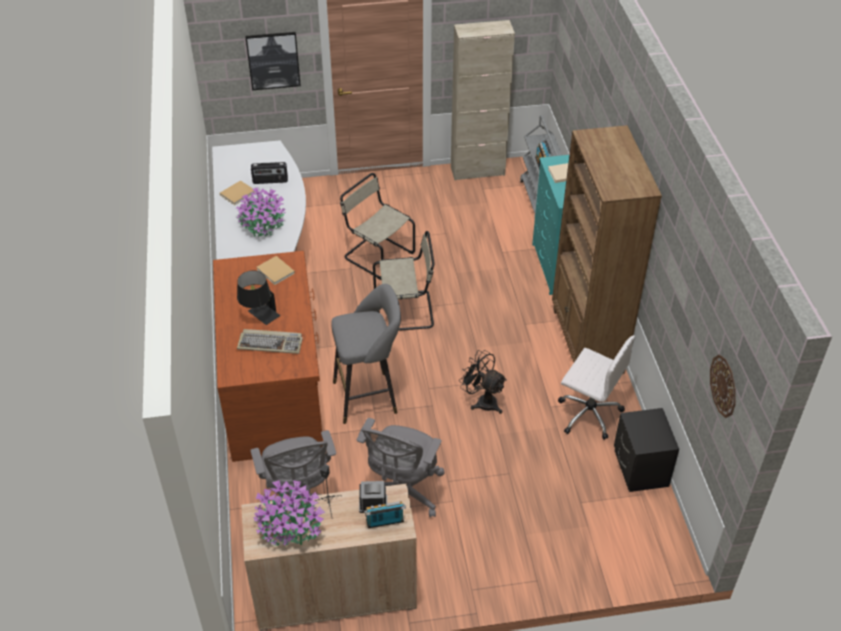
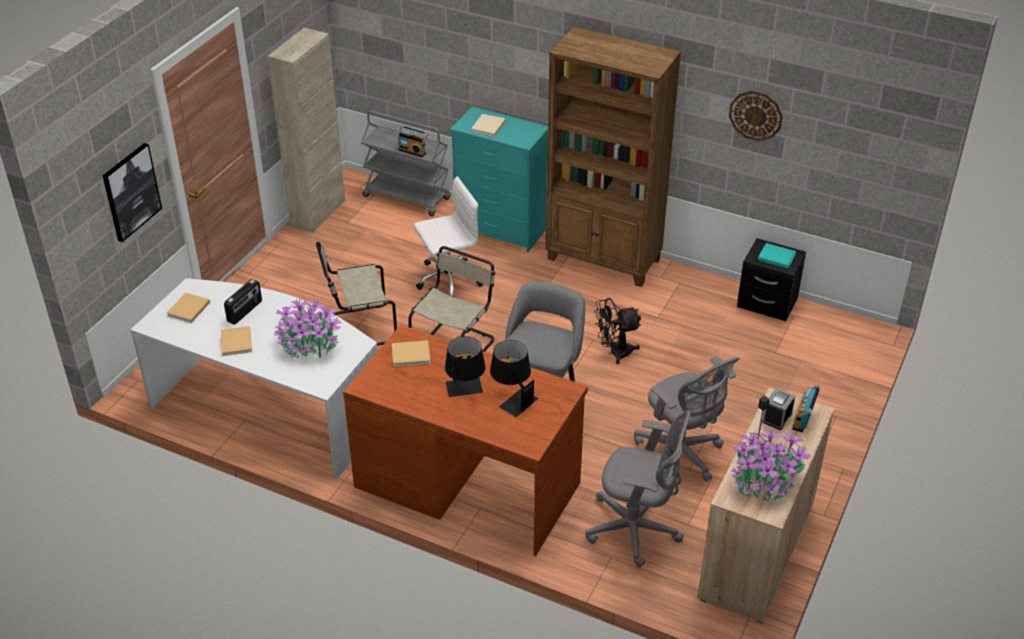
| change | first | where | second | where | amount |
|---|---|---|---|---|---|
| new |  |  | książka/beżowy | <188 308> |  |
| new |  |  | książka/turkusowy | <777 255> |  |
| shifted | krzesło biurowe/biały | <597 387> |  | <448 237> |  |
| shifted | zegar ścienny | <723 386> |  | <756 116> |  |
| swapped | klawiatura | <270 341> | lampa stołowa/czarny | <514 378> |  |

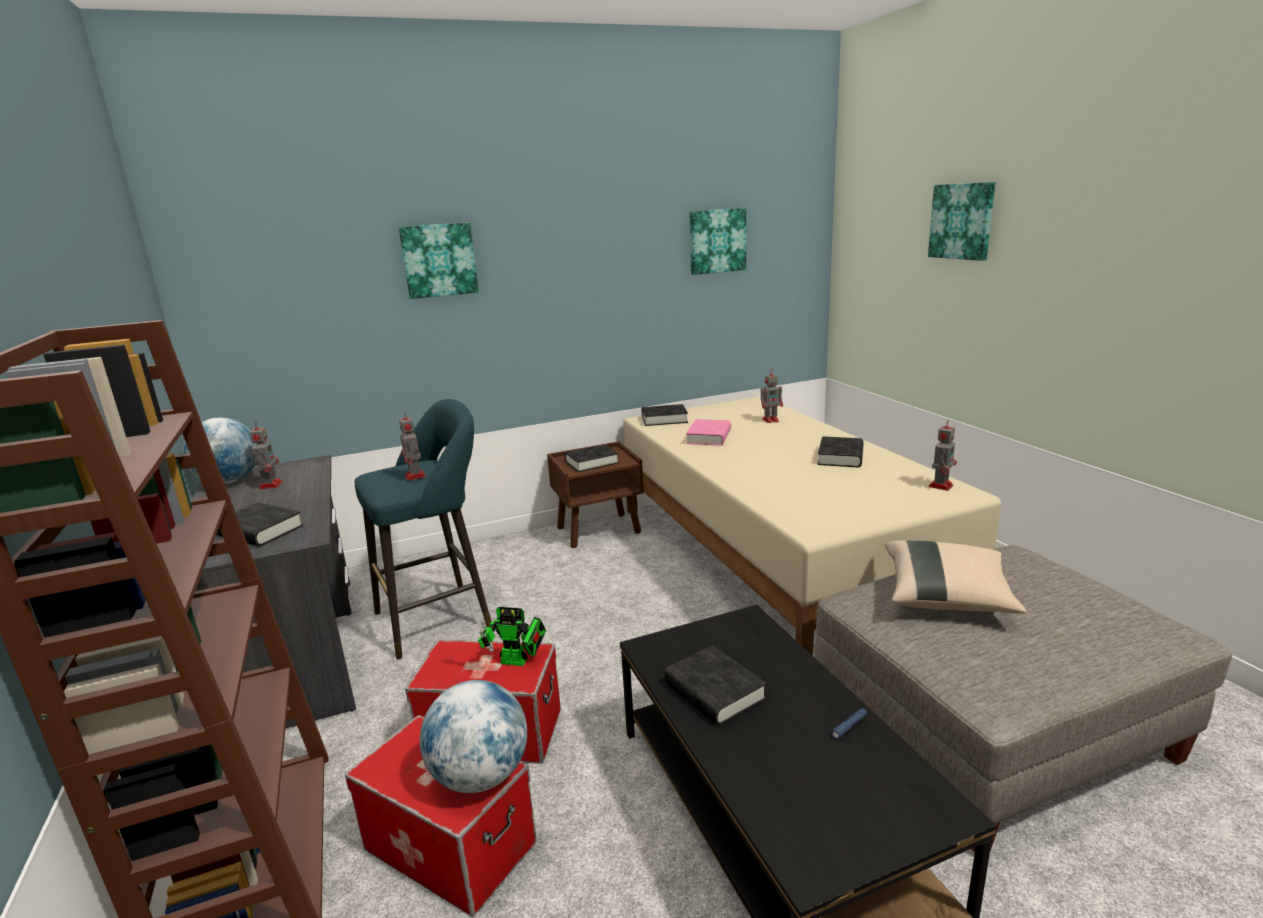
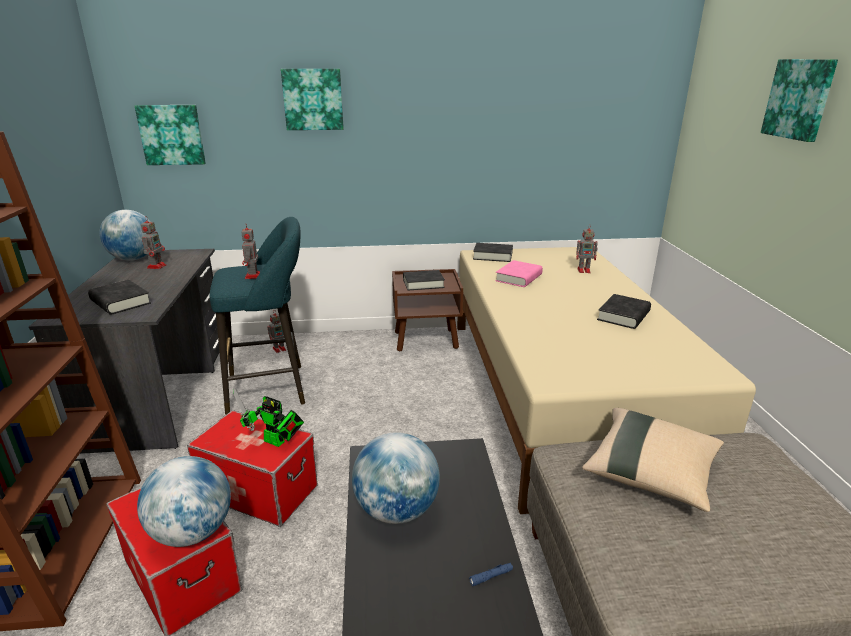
| change | first | where | second | where | amount |
|---|---|---|---|---|---|
| shifted | obraz | <718 241> |  | <170 135> |  |
| shifted | robot zabawkowy | <943 455> |  | <276 332> |  |
| swapped | książka/czarny | <715 685> | globus | <396 478> |  |

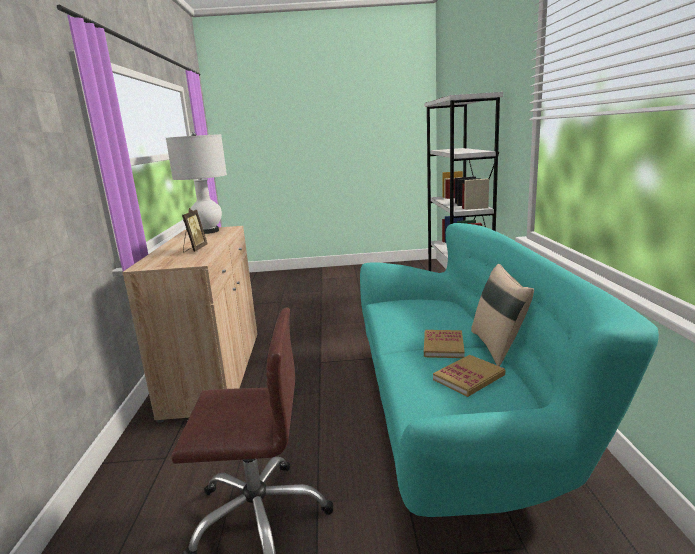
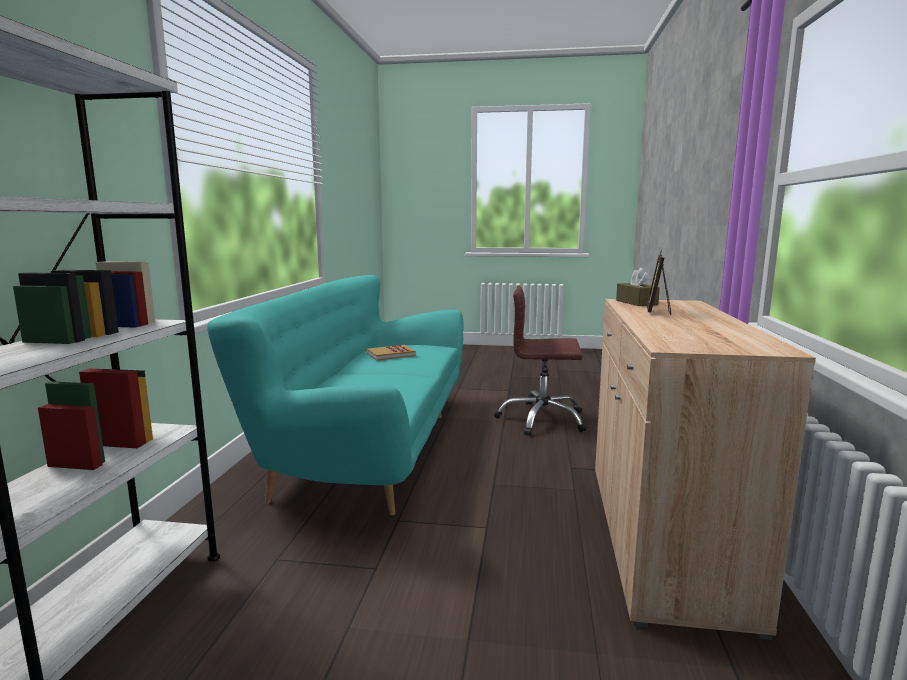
| change | first | where | second | where | amount |
|---|---|---|---|---|---|
| gone | lampa stołowa/biały | <196 183> |  |  |  |
| gone | książka | <444 344> |  |  |  |
| gone | poduszka/beżowy | <502 315> |  |  |  |
| new |  |  | pudełko chusteczek/brązowy | <638 287> |  |

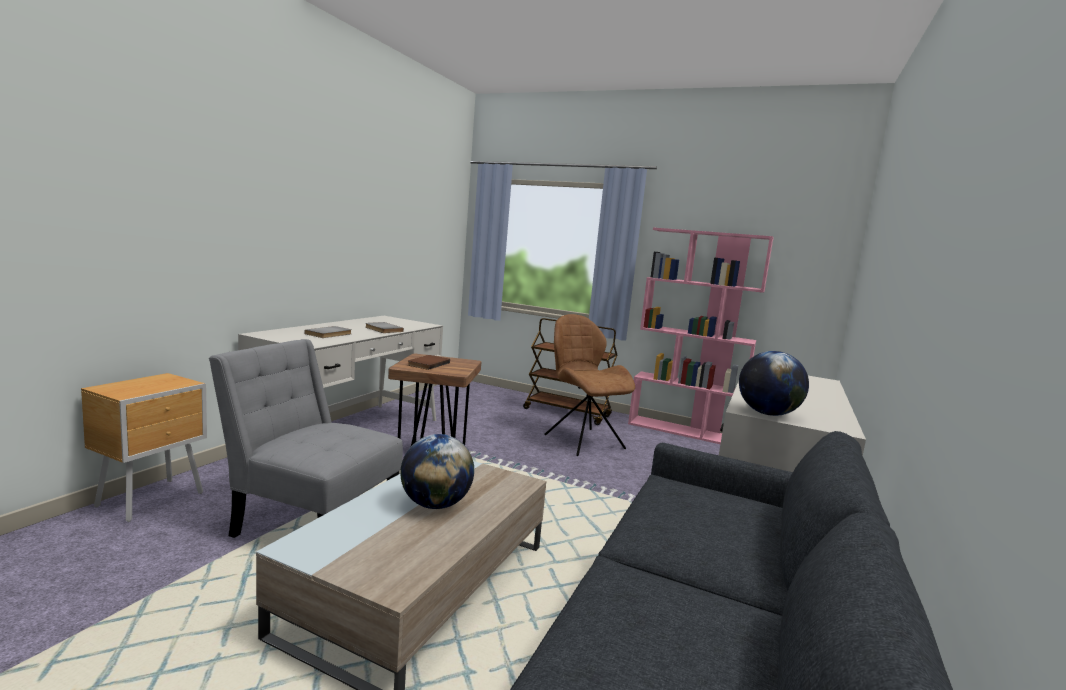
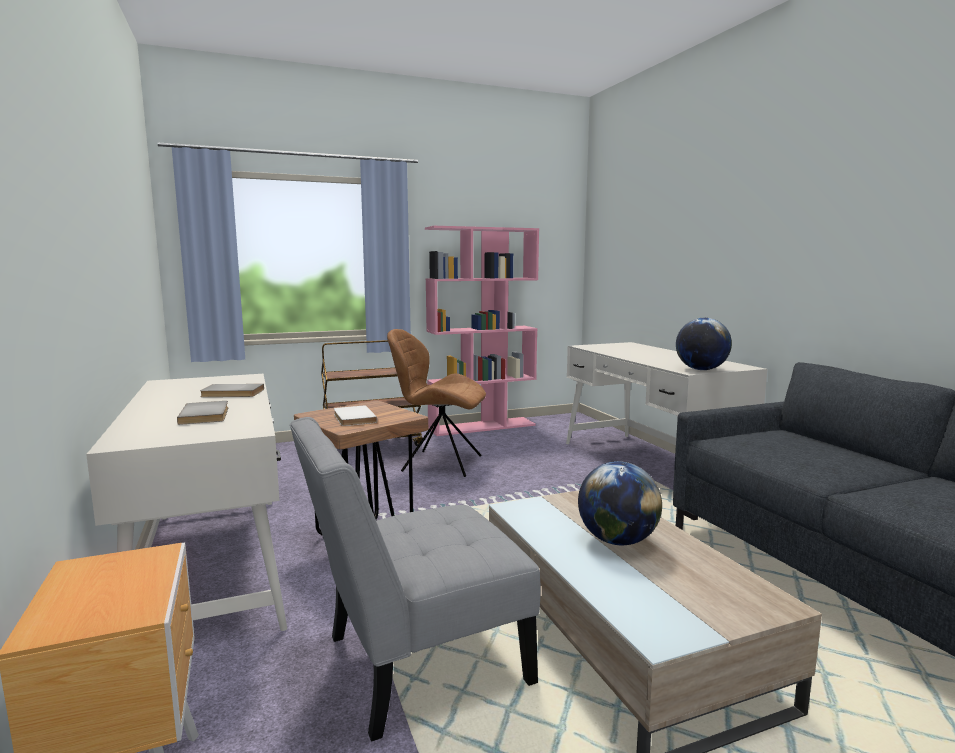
| change | first | where | second | where | amount |
|---|---|---|---|---|---|
| repainted | książka/brązowy | <429 362> | książka/biały | <355 415> |  |

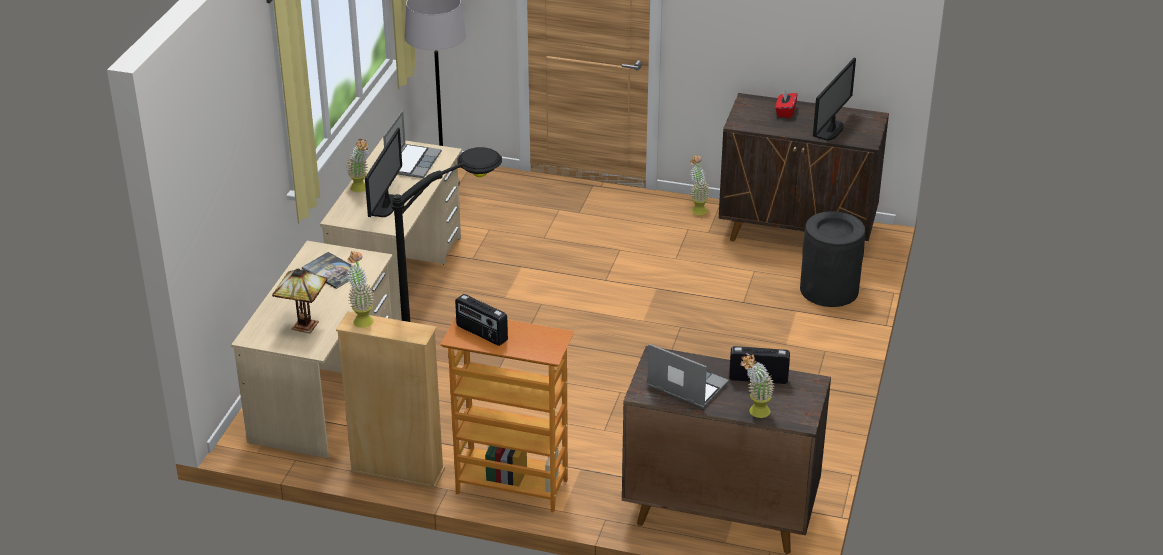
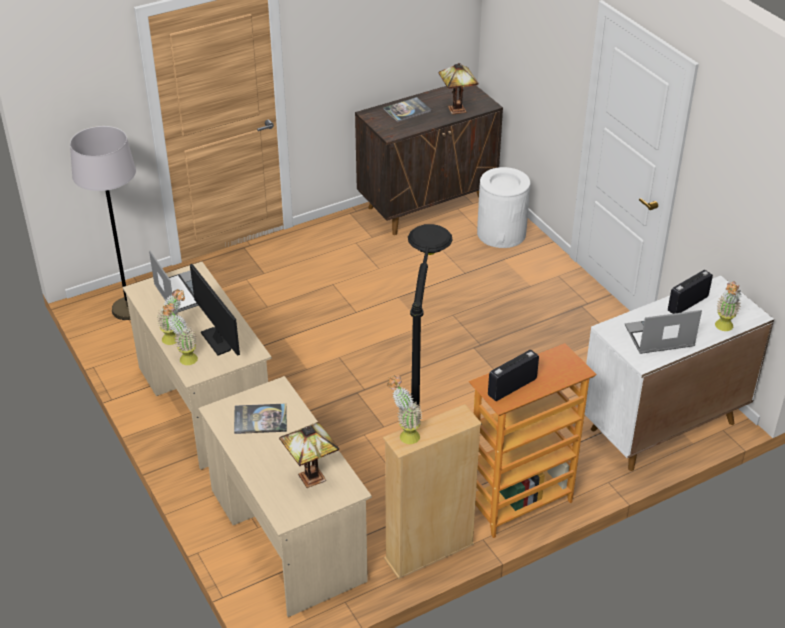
| change | first | where | second | where | amount |
|---|---|---|---|---|---|
| shifted | roślina doniczkowa | <700 185> |  | <180 334> |  |
| swapped | pudełko chusteczek/czerwony | <786 103> | książka | <407 109> |  |
| swapped | monitor | <834 99> | lampa stołowa | <458 89> |  |
| repainted | szafka/brązowy | <726 450> | szafka/biały | <679 373> |  |
| repainted | kosz na śmieci/czarny | <832 259> | kosz na śmieci/biały | <503 207> |  |
| rotated | radio | <481 320> |  | <513 375> | 150 degrees clockwise |

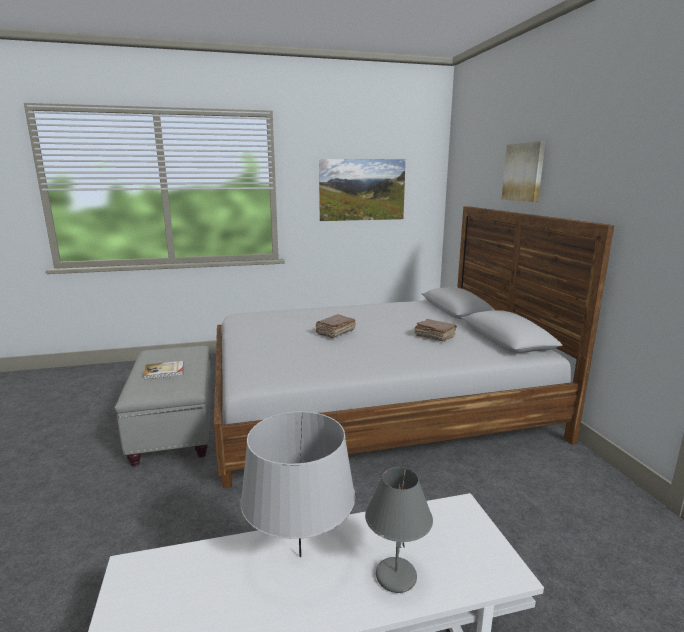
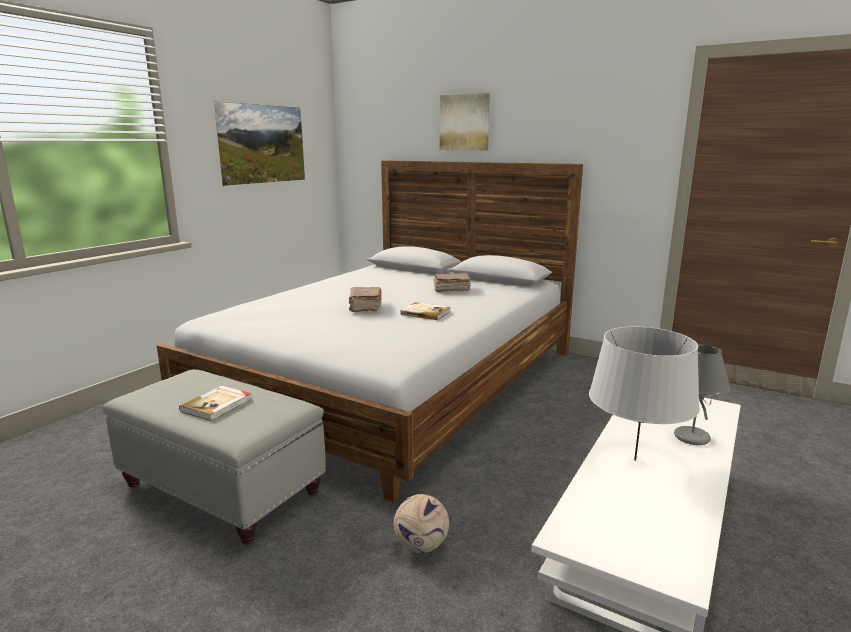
| change | first | where | second | where | amount |
|---|---|---|---|---|---|
| new |  |  | piłka futbolowa | <421 523> |  |
| new |  |  | książka | <425 311> |  |

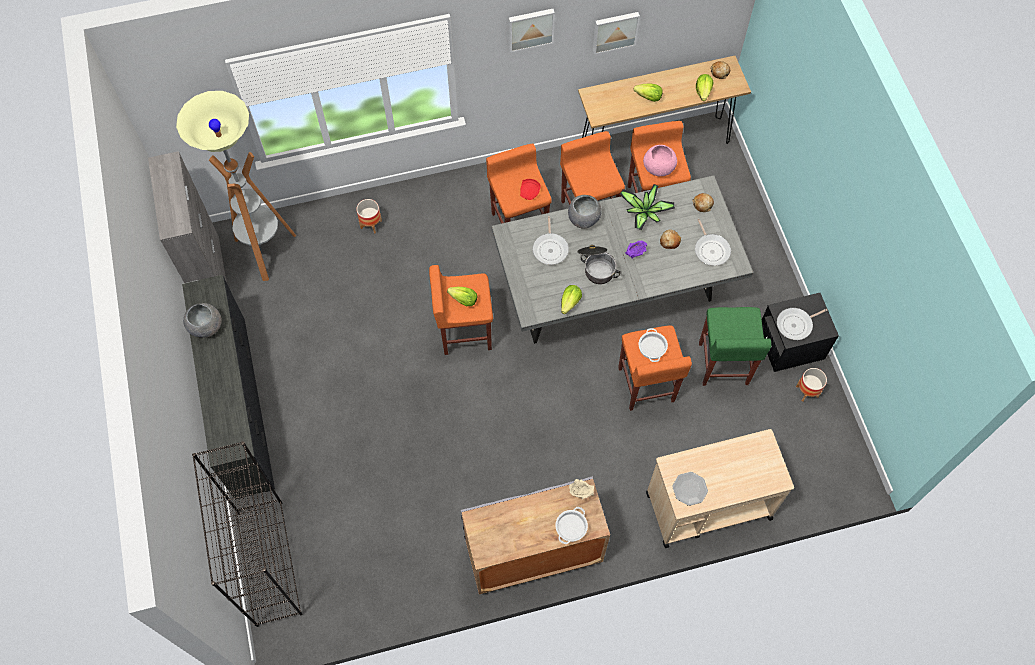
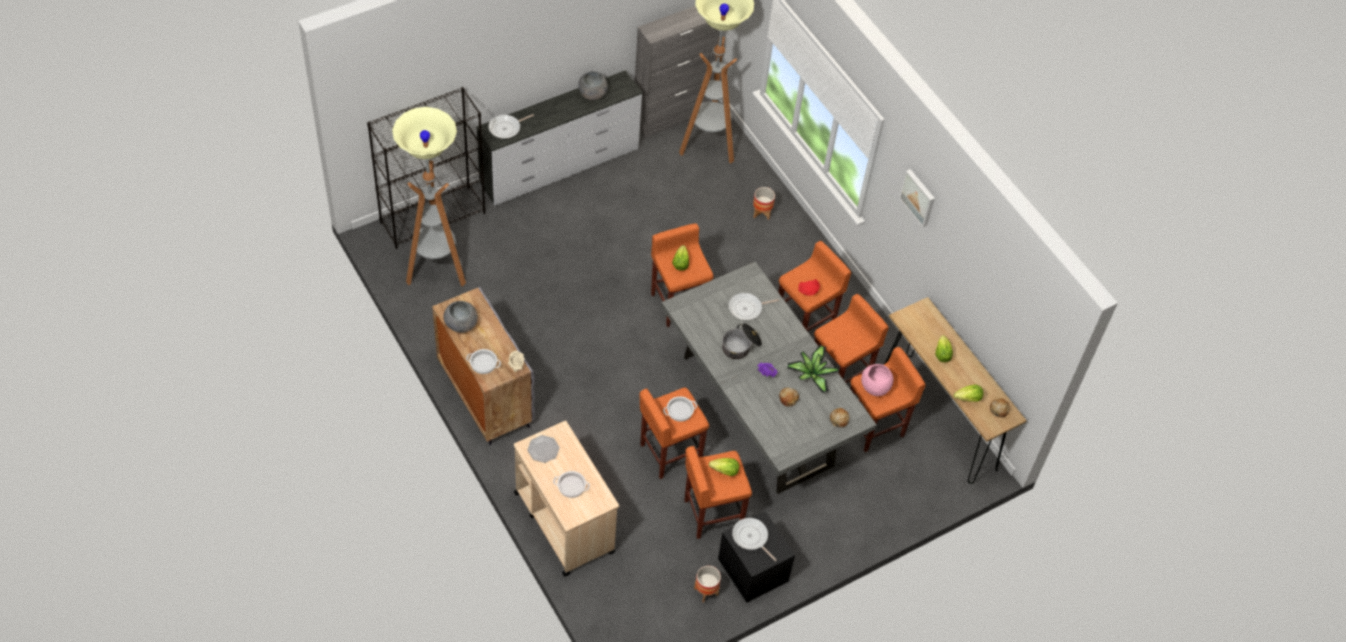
| change | first | where | second | where | amount |
|---|---|---|---|---|---|
| gone | obraz | <616 33> |  |  |  |
| new |  |  | lampa stojąca | <429 196> |  |
| new |  |  | garnek | <571 484> |  |
| shifted | sałata | <571 299> |  | <724 467> |  |
| shifted | miska/szary | <585 212> |  | <460 317> |  |
| shifted | patelnia | <713 242> |  | <511 126> |  |
| repainted | komoda/czarny | <228 387> | komoda/biały | <559 137> |  |
| repainted | stołek/zielony | <735 346> | stołek/pomarańczowy | <718 492> |  |

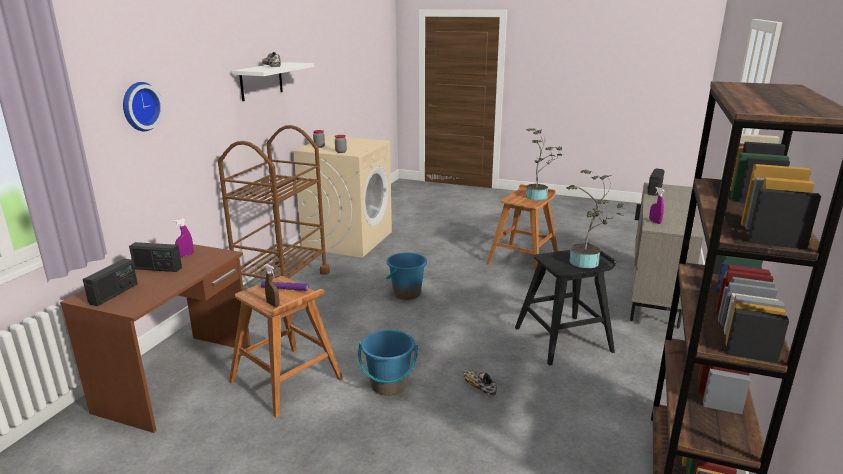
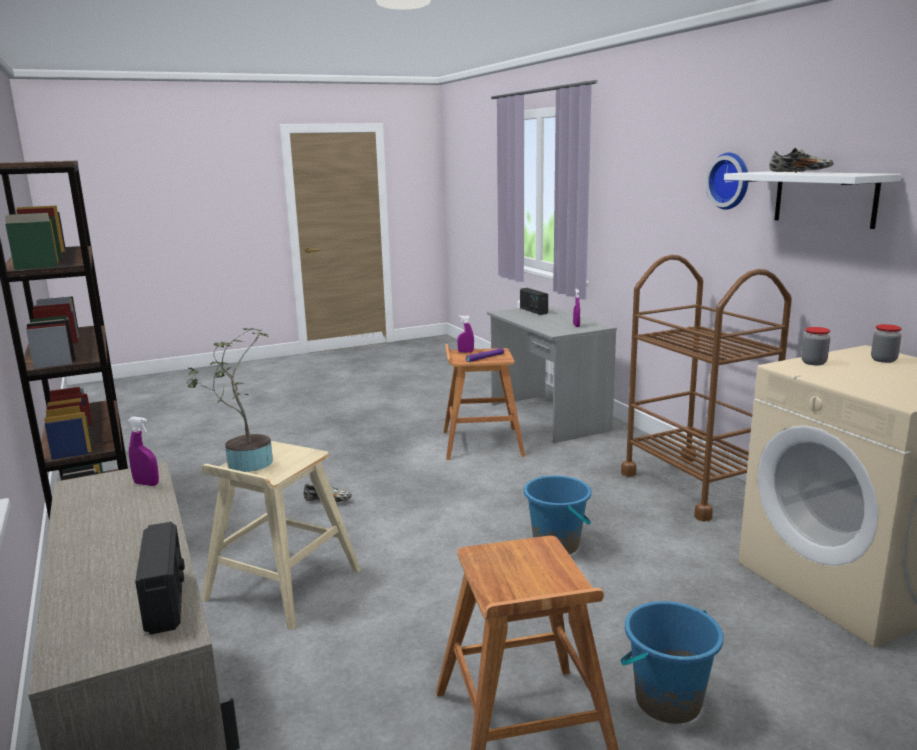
| change | first | where | second | where | amount |
|---|---|---|---|---|---|
| gone | radio | <155 257> |  |  |  |
| gone | roślina doniczkowa | <544 164> |  |  |  |
| shifted | zegar ścienny | <143 106> |  | <726 181> |  |
| shifted | wiadro/niebieski | <388 363> |  | <672 662> |  |
| repainted | biurko/brązowy | <155 338> | biurko/szary | <552 374> |  |
| repainted | spryskiwacz/brązowy | <272 285> | spryskiwacz/fioletowy | <465 334> |  |
| repainted | stołek/czarny | <565 303> | stołek/beżowy | <281 535> |  |

